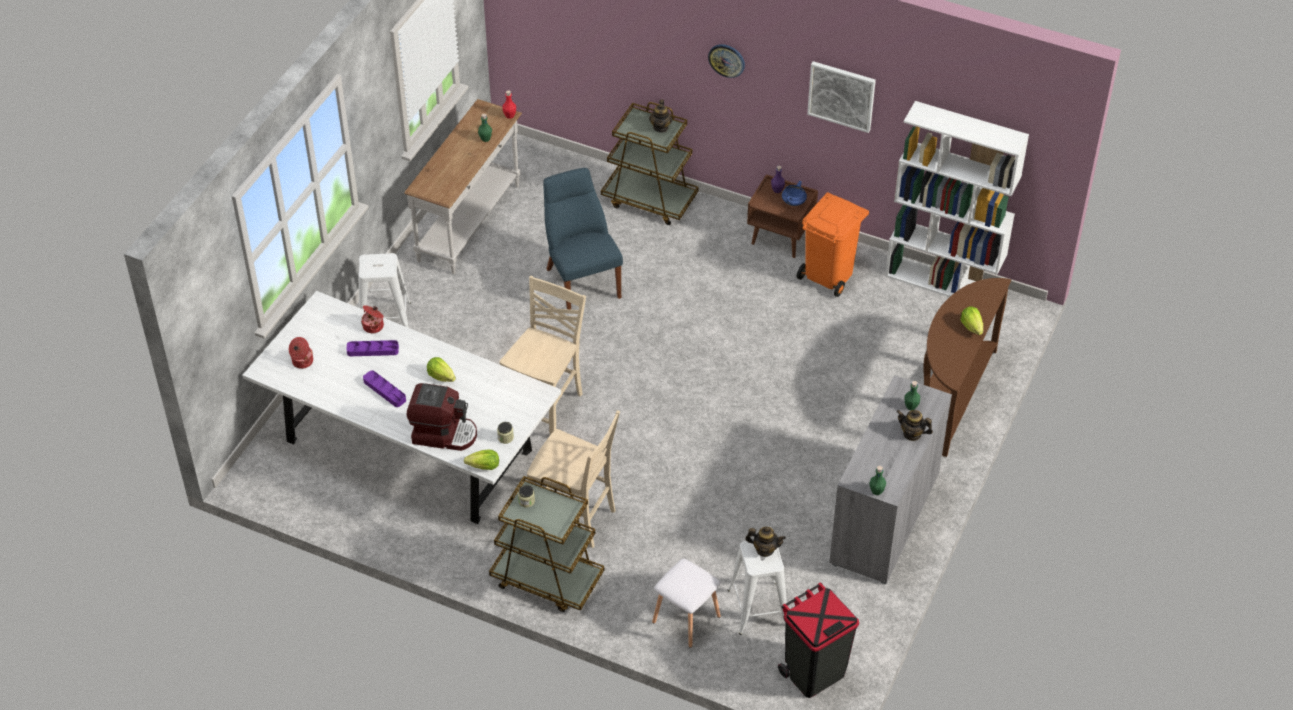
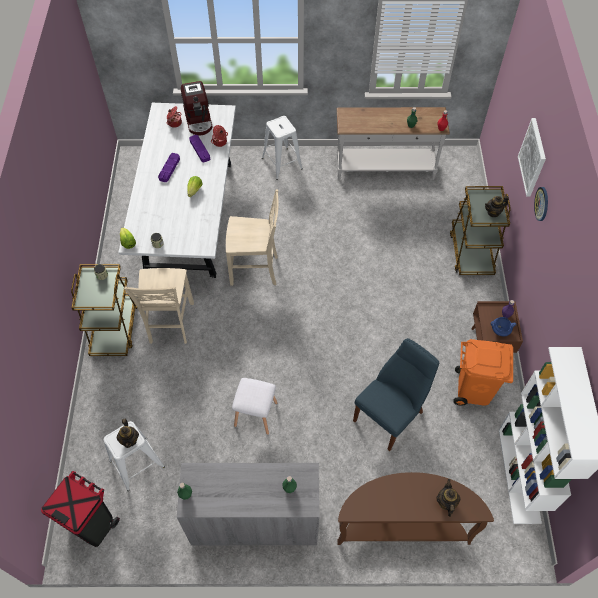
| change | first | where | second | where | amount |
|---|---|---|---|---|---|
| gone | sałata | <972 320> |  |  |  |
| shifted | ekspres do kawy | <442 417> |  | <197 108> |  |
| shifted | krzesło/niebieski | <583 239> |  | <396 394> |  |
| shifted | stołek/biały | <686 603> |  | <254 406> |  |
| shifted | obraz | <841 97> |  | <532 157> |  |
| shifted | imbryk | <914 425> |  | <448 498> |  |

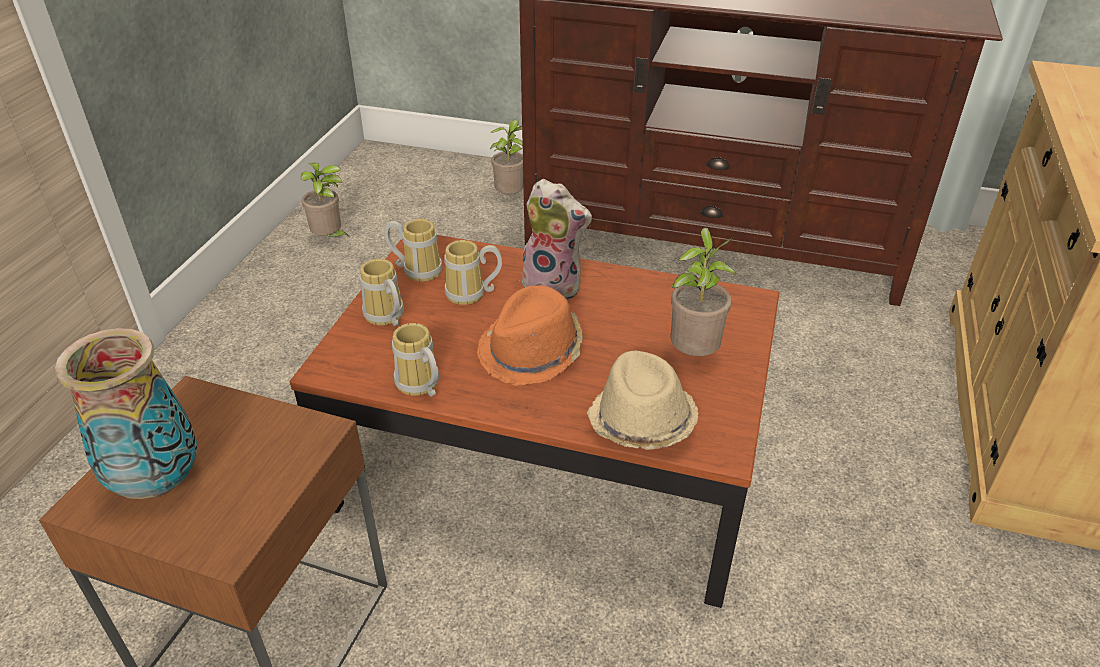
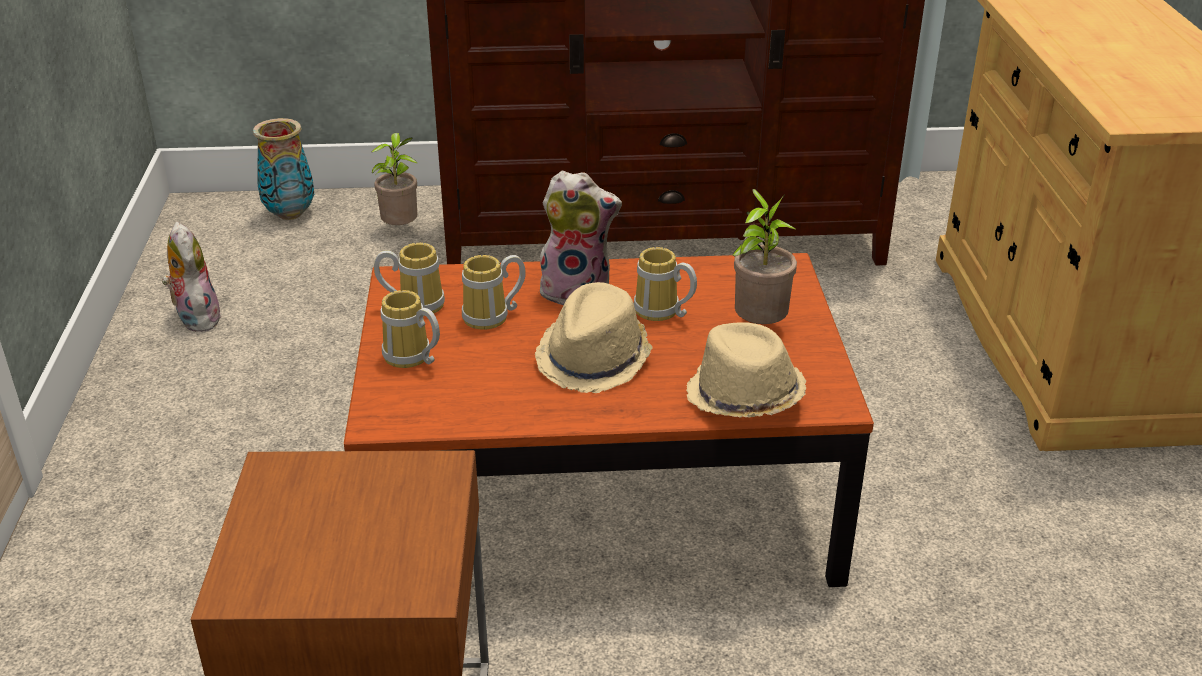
| change | first | where | second | where | amount |
|---|---|---|---|---|---|
| shifted | wazon | <126 413> |  | <283 169> |  |
| shifted | kubek | <415 360> |  | <665 284> |  |
| swapped | roślina doniczkowa | <326 200> | pluszak | <191 277> |  |
| repainted | kapelusz/pomarańczowy | <530 335> | kapelusz/beżowy | <593 337> |  |

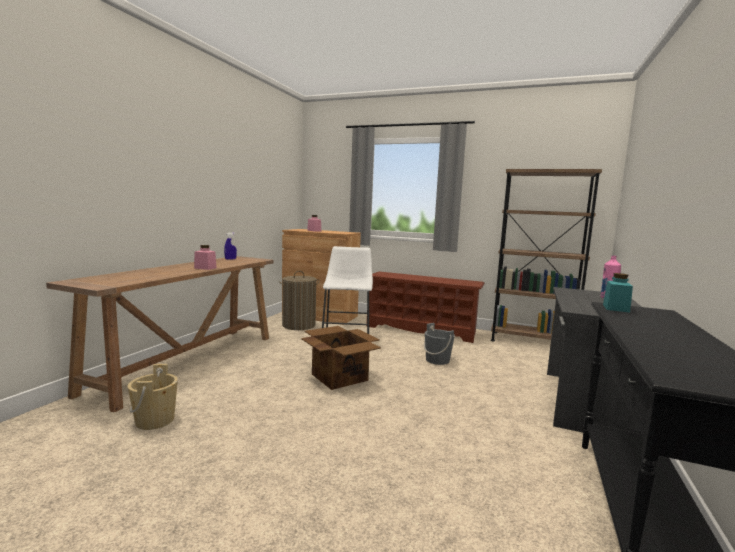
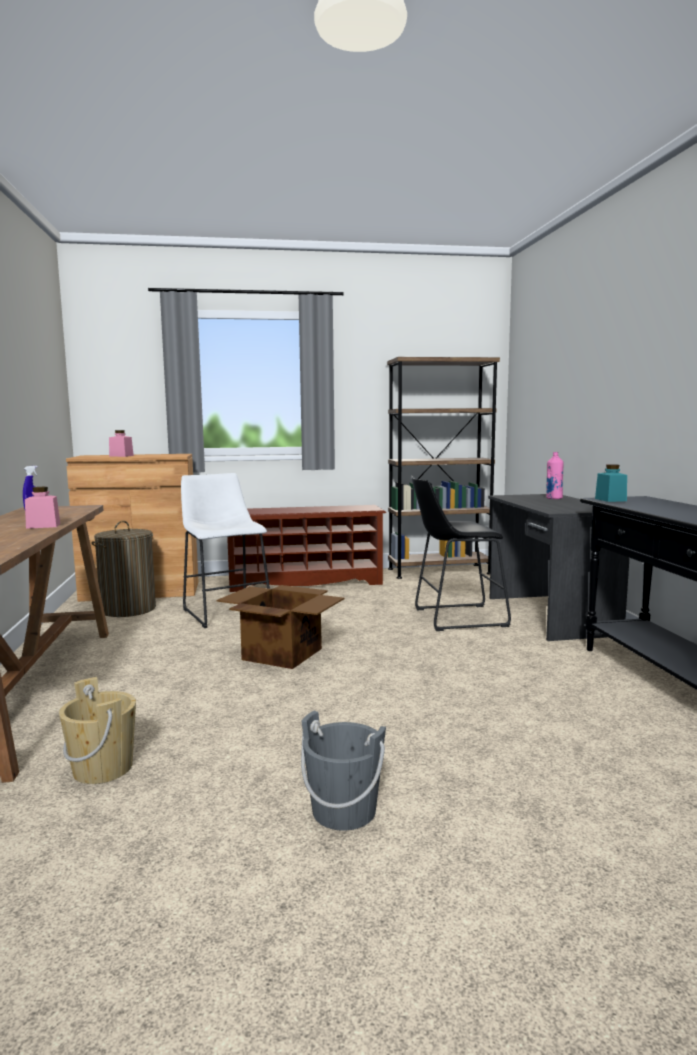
| change | first | where | second | where | amount |
|---|---|---|---|---|---|
| new |  |  | stołek/czarny | <461 553> |  |
| shifted | wiadro/szary | <439 344> |  | <343 770> |  |

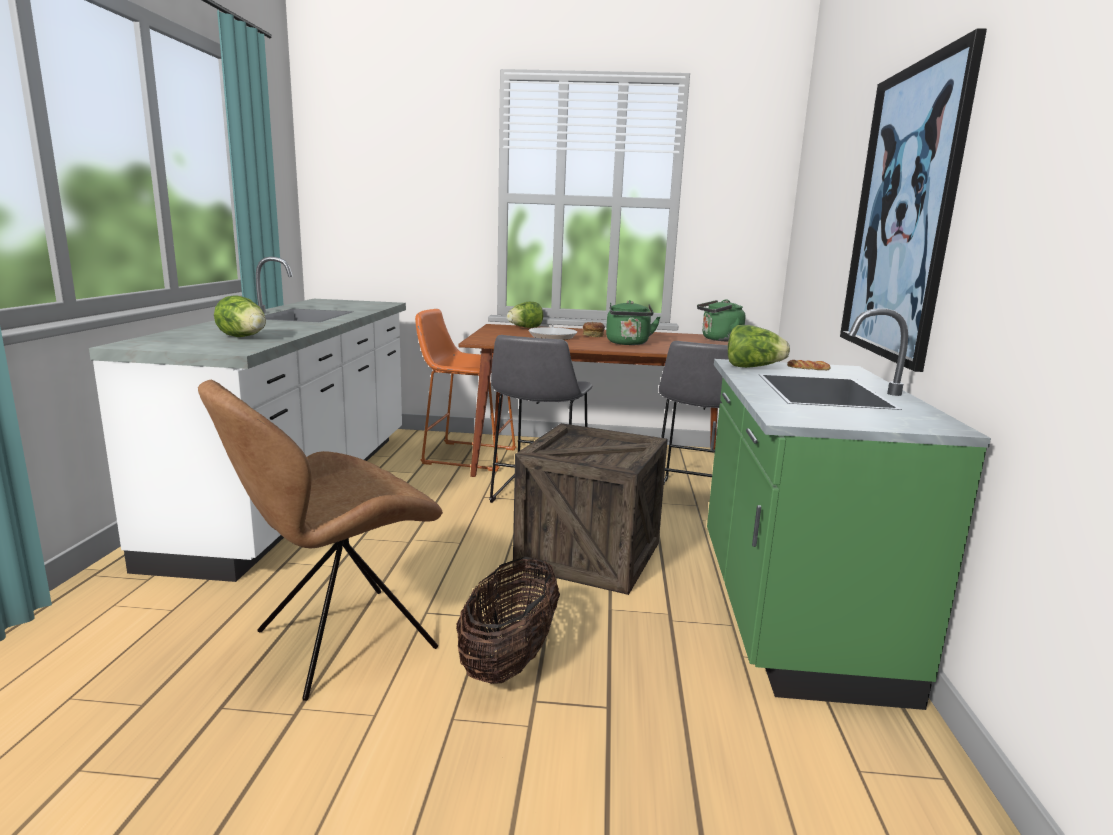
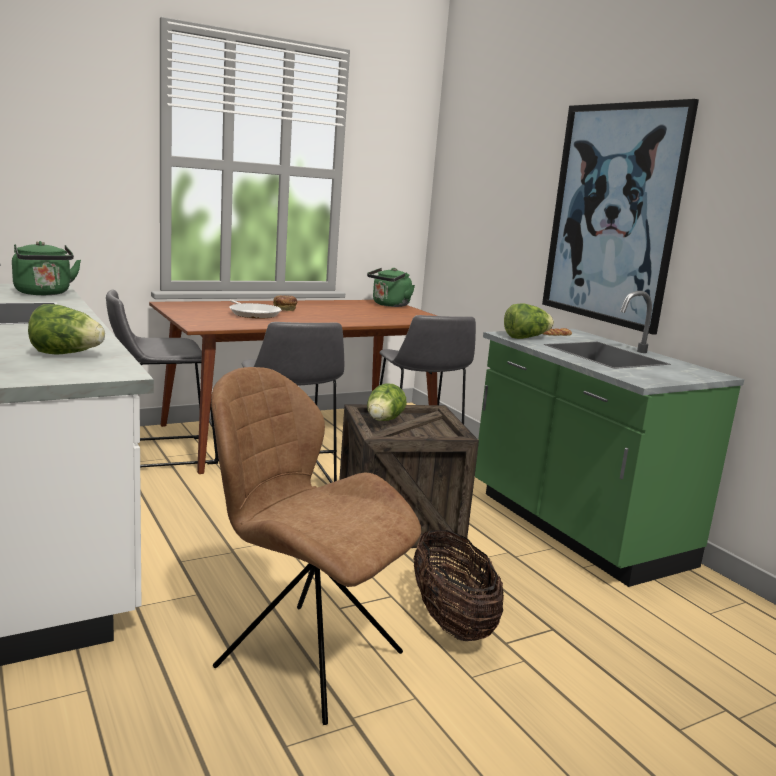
| change | first | where | second | where | amount |
|---|---|---|---|---|---|
| shifted | sałata | <525 315> |  | <386 402> |  |
| shifted | czajnik/zielony | <633 322> |  | <46 268> |  |
| repainted | stołek/pomarańczowy | <466 390> | stołek/szary | <162 378> |  |
| rotated | krzesło/brązowy | <320 540> |  | <316 546> | 105 degrees clockwise |

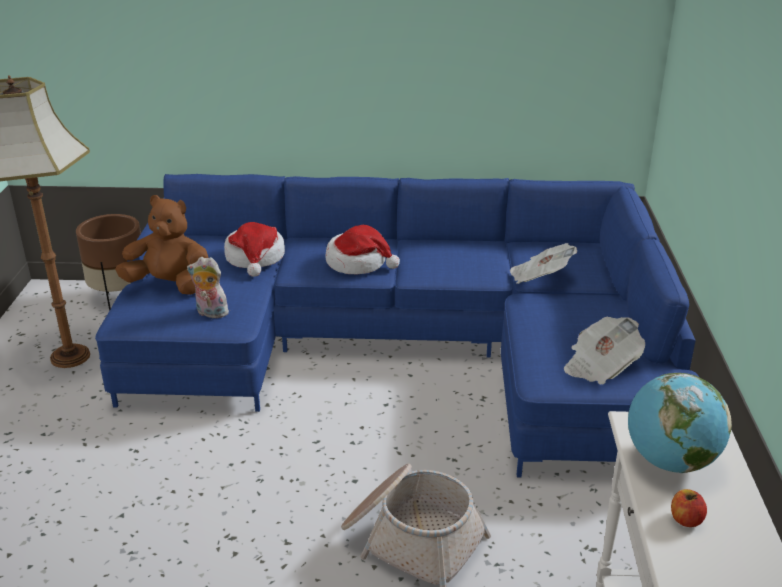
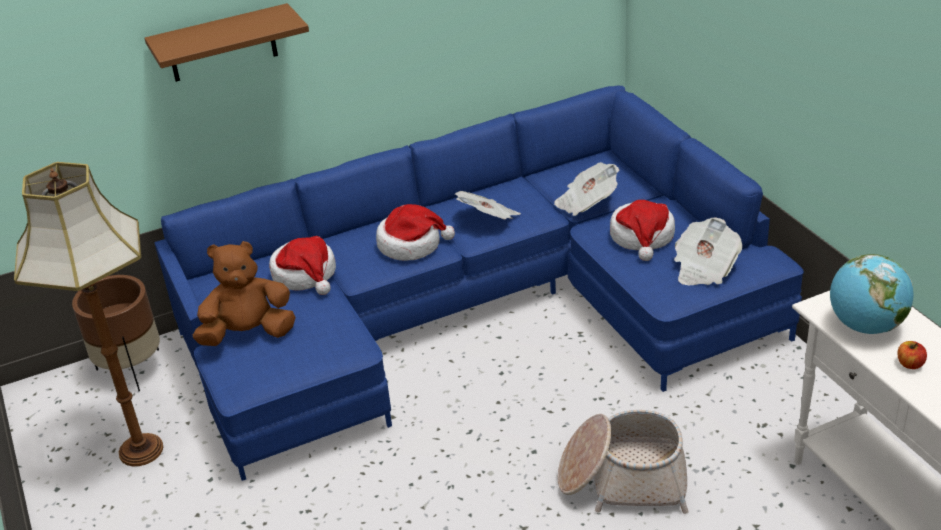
| change | first | where | second | where | amount |
|---|---|---|---|---|---|
| gone | pluszak | <208 287> |  |  |  |
| new |  |  | półka/brązowy | <227 42> |  |
| new |  |  | gazeta | <488 205> |  |
| new |  |  | kapelusz | <642 230> |  |

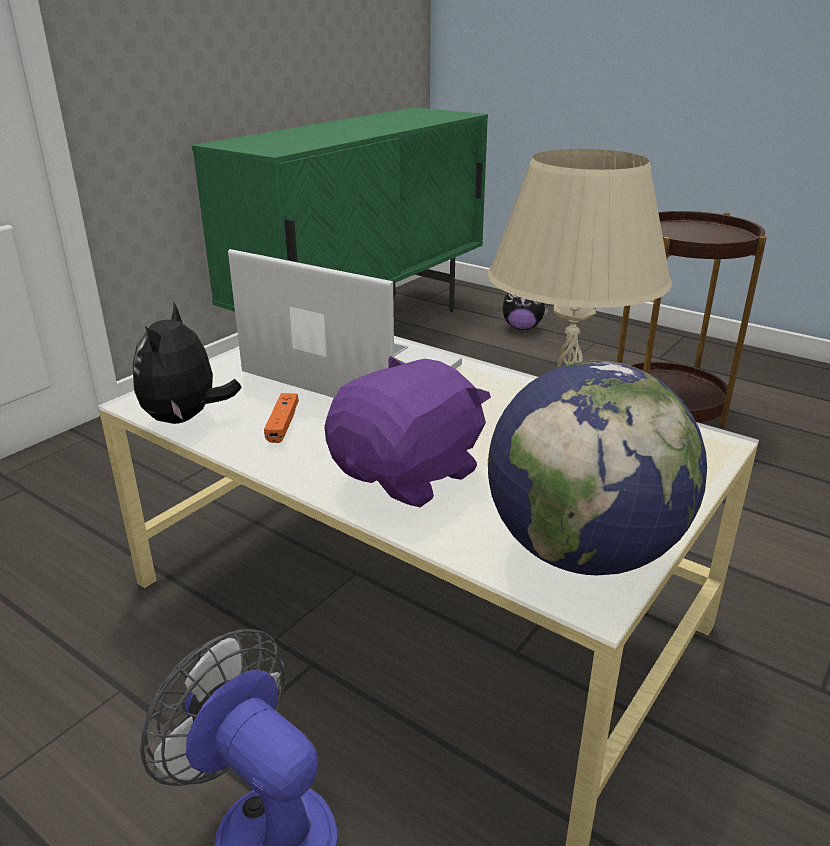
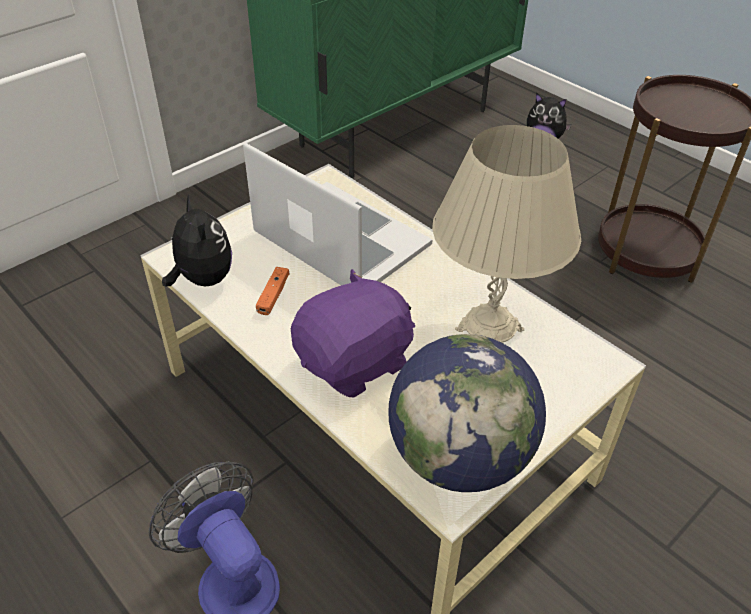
| change | first | where | second | where | amount |
|---|---|---|---|---|---|
| rotated | pluszak | <187 363> |  | <197 240> | 135 degrees clockwise |

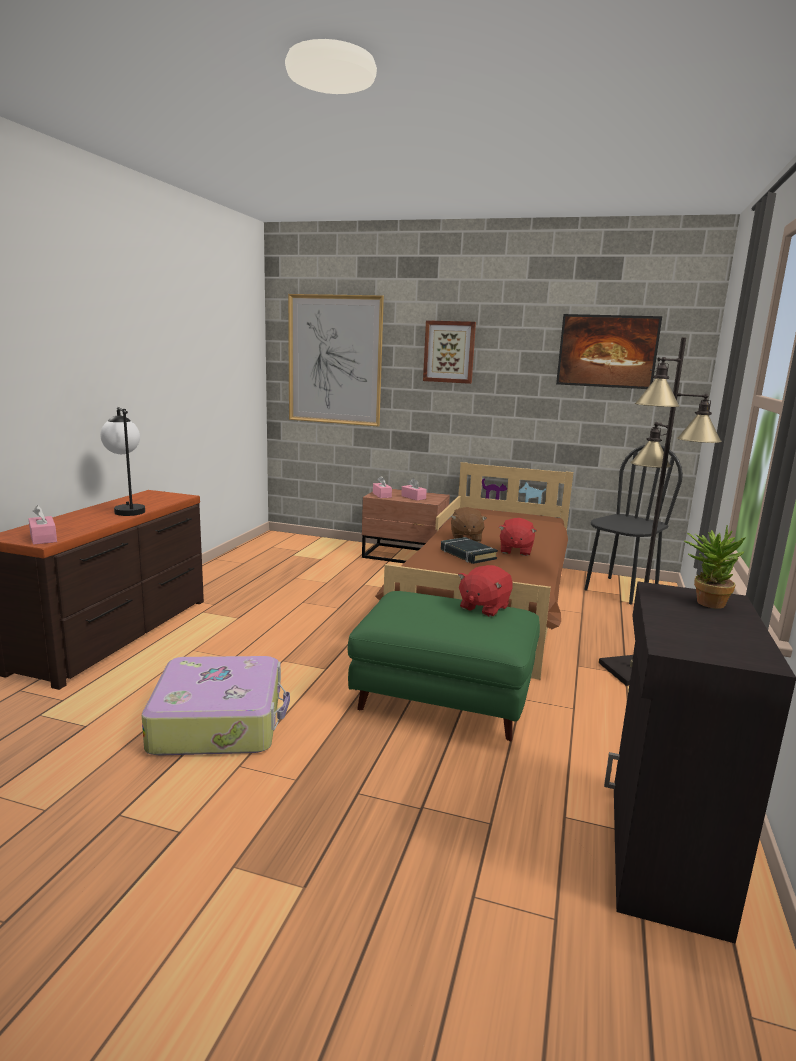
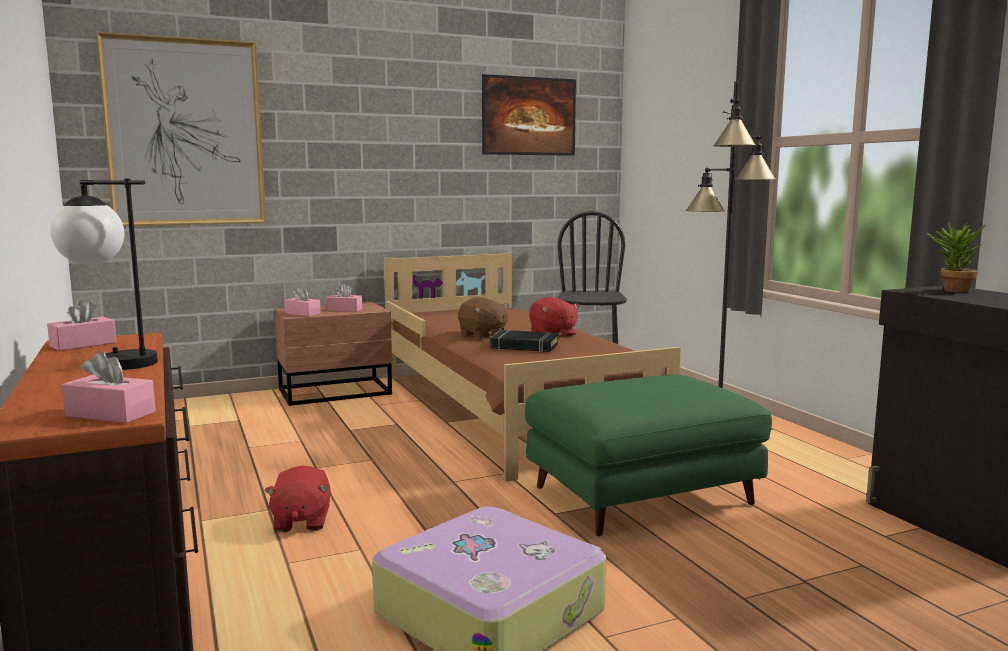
| change | first | where | second | where | amount |
|---|---|---|---|---|---|
| gone | obraz | <449 352> |  |  |  |
| new |  |  | pudełko chusteczek/różowy | <82 325> |  |
| shifted | pluszak/czerwony | <485 591> |  | <297 498> |  |

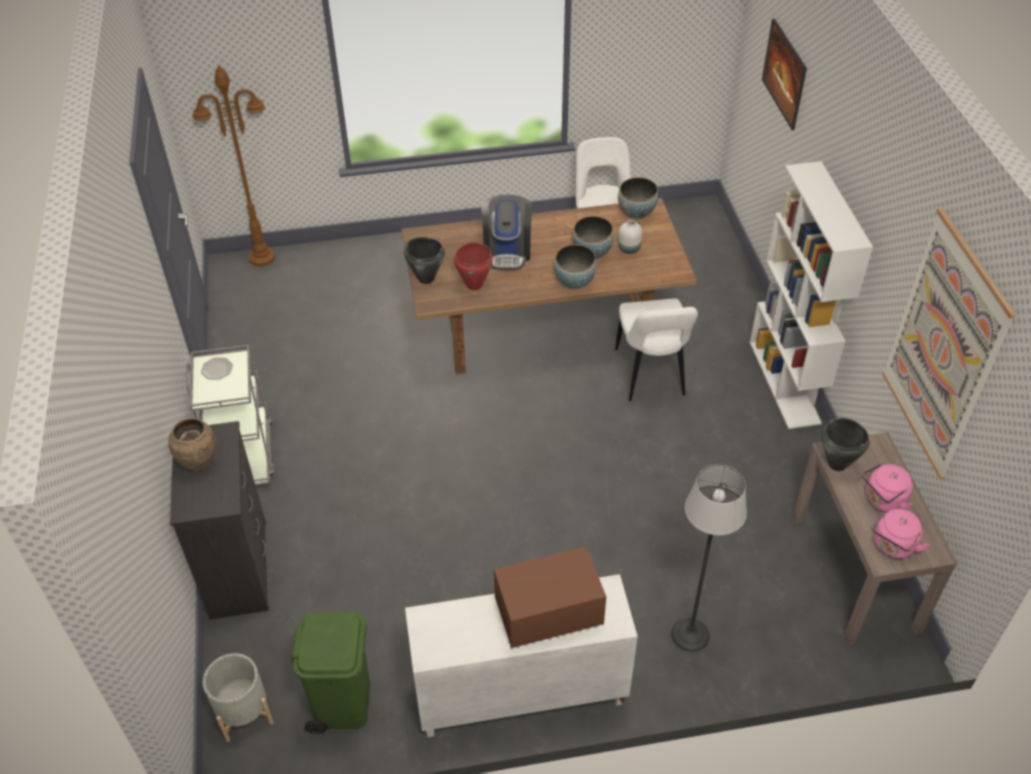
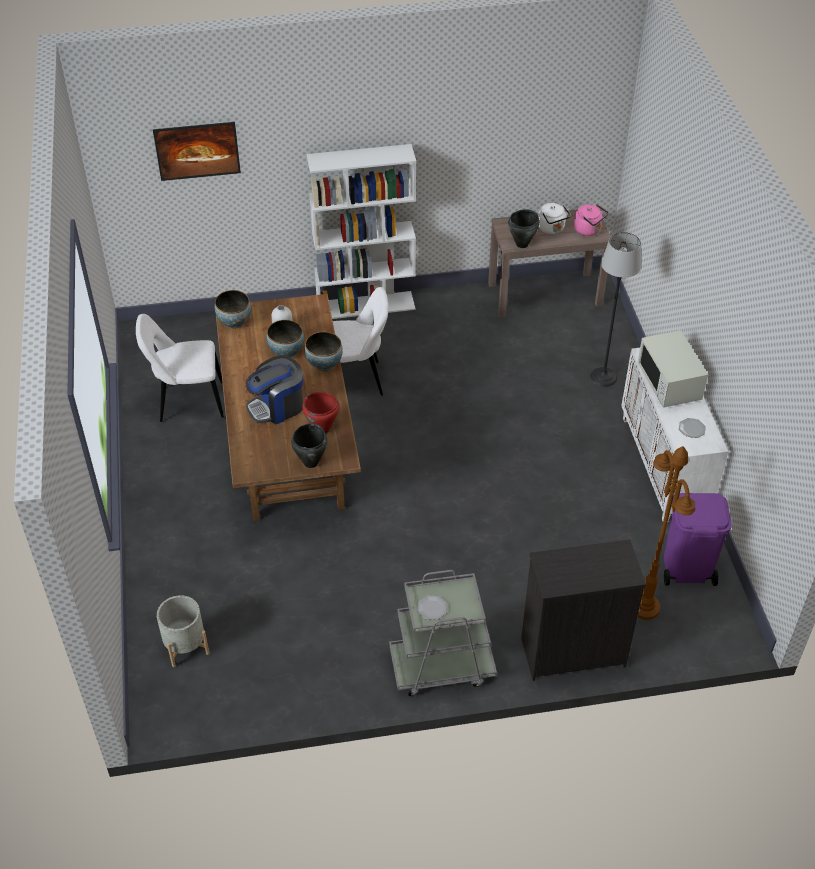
| change | first | where | second | where | amount |
|---|---|---|---|---|---|
| gone | wazon/brązowy | <192 444> |  |  |  |
| gone | obraz | <949 344> |  |  |  |
| new |  |  | talerz | <692 428> |  |
| shifted | lampa stojąca/brązowy | <234 165> |  | <666 533> |  |
| shifted | donica/szary | <238 697> |  | <183 631> |  |
| repainted | kosz na śmieci/zielony | <330 673> | kosz na śmieci/fioletowy | <698 539> |  |
| repainted | mikrofalówka/brązowy | <550 597> | mikrofalówka/biały | <672 369> |  |
| repainted | czajnik/różowy | <888 487> | czajnik/biały | <554 218> |  |
| rotated | ekspres do kawy | <507 232> |  | <274 389> | 150 degrees clockwise |

